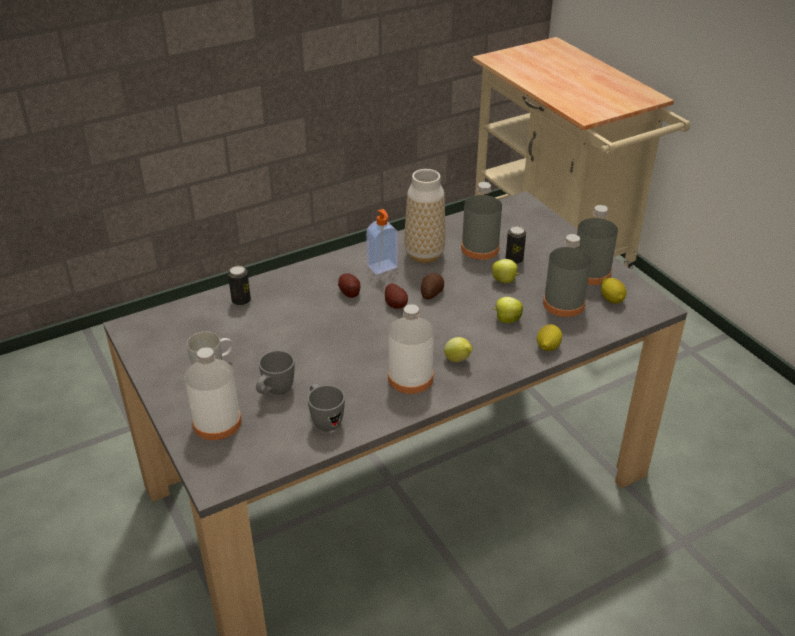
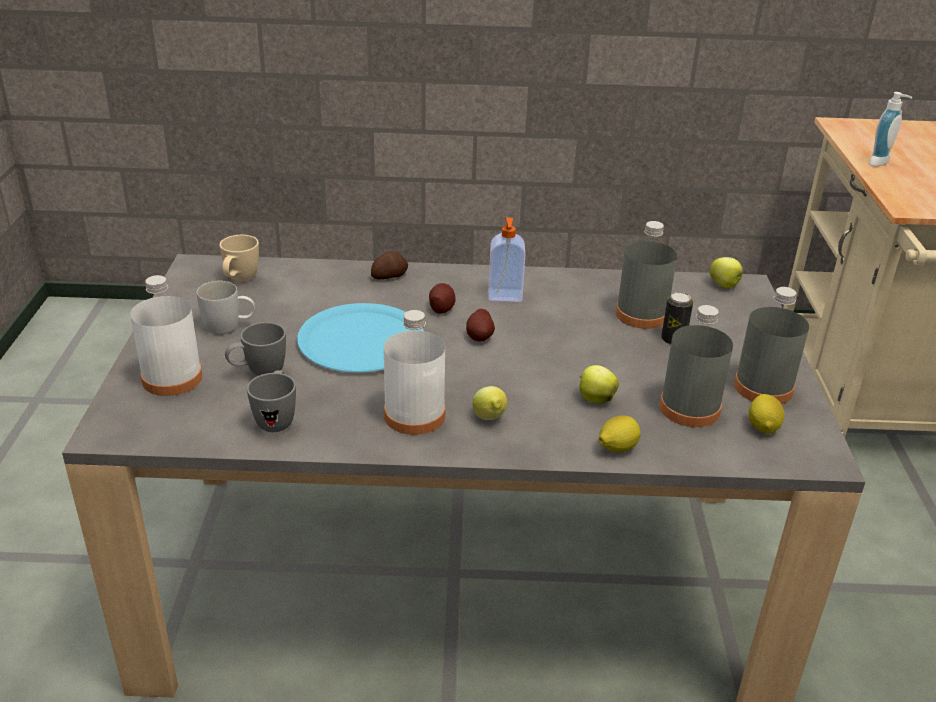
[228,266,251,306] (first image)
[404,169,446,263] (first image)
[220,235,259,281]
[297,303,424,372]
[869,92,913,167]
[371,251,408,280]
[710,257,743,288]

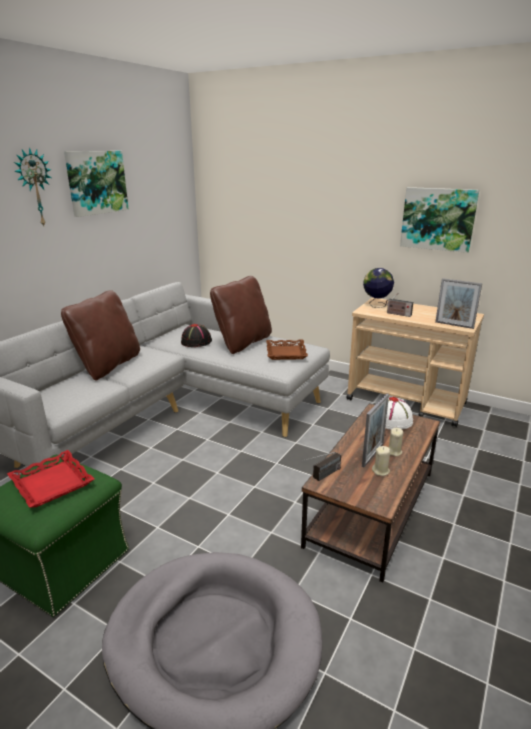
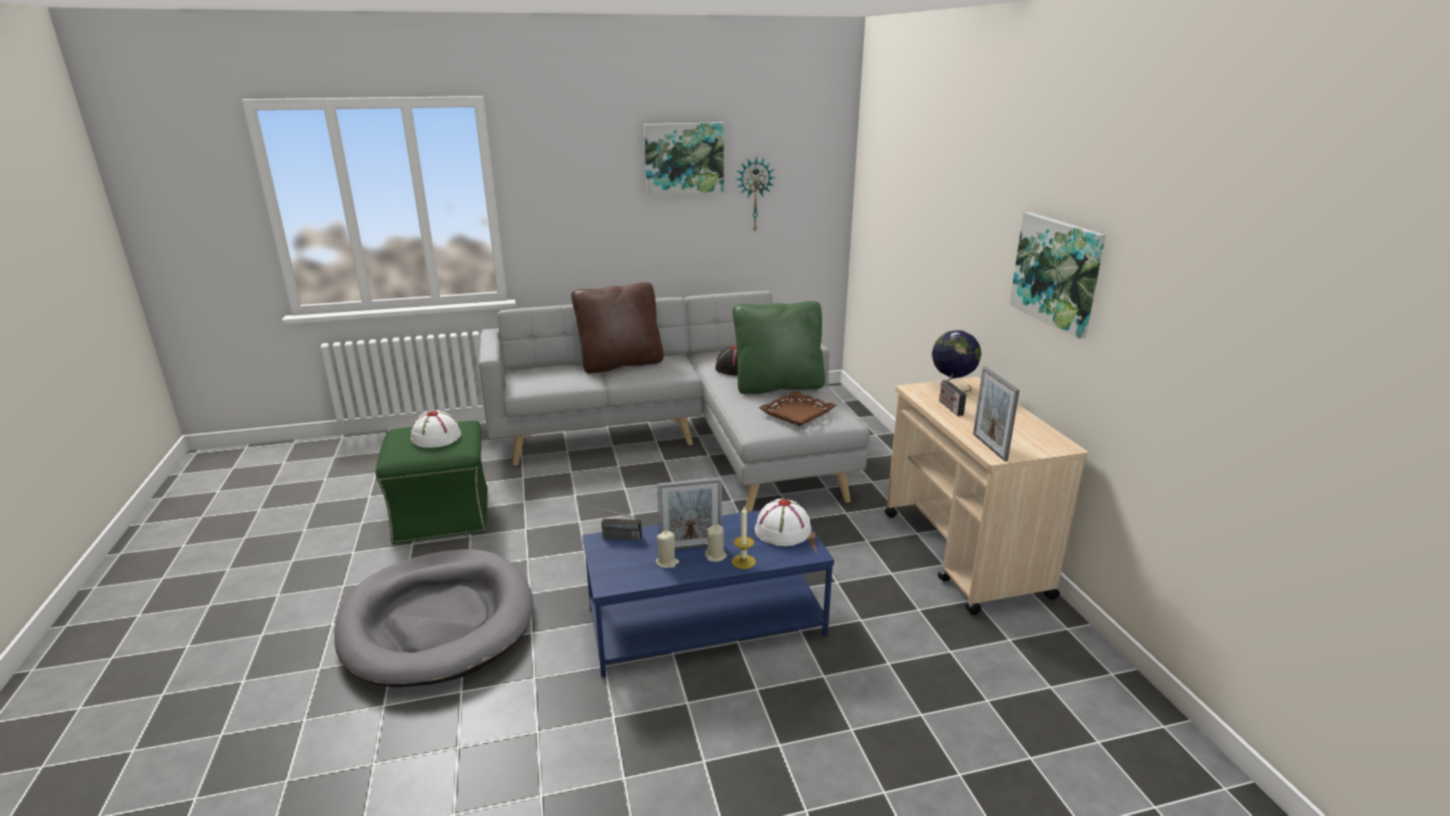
[732,507,756,569]
[737,157,776,231]
[411,411,462,448]
[733,301,825,394]
[582,510,834,677]

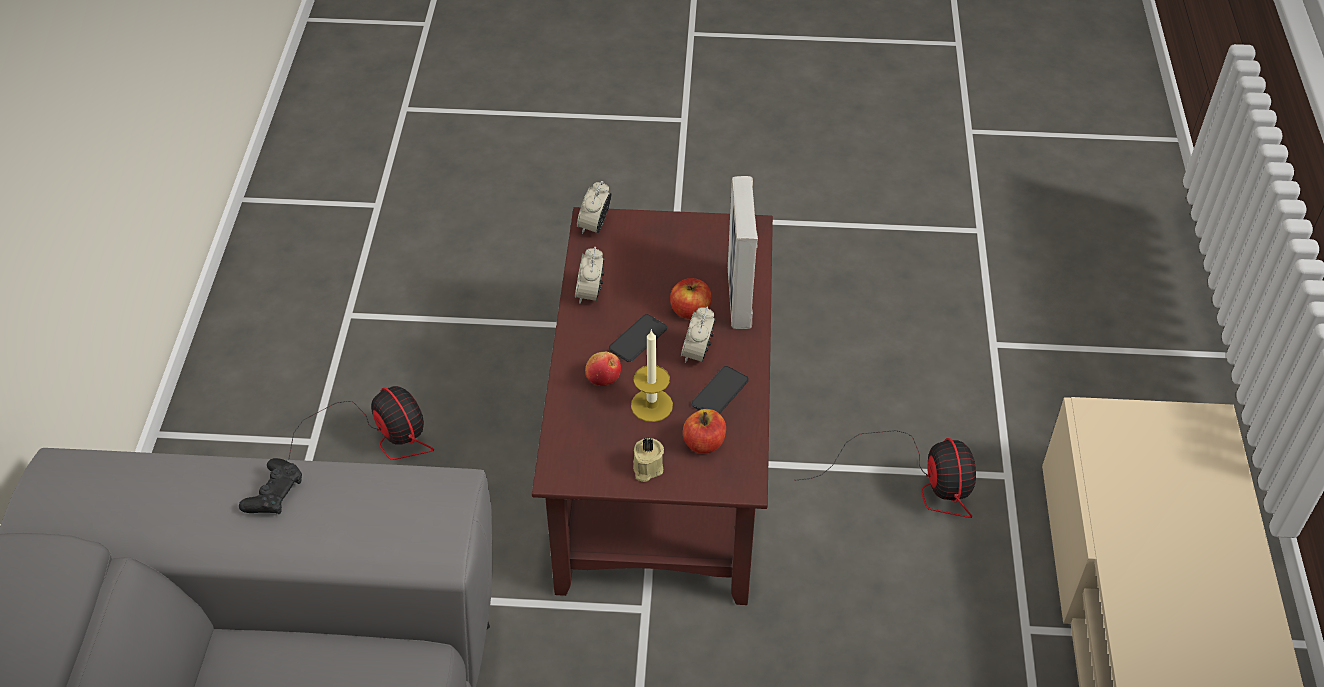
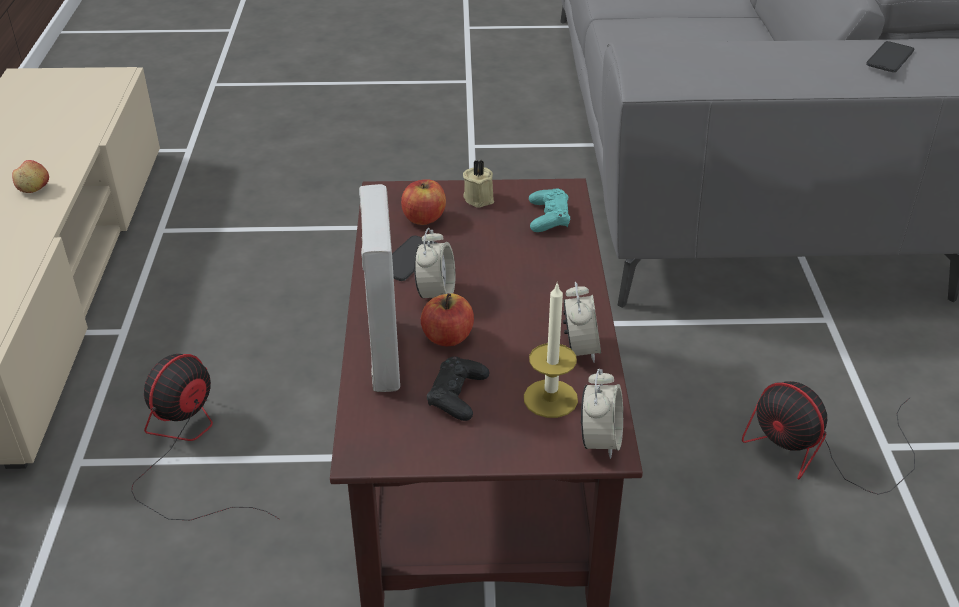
[529,188,570,232]
[427,357,489,421]
[12,160,49,193]
[866,41,914,72]
[524,282,578,418]
[131,354,280,520]

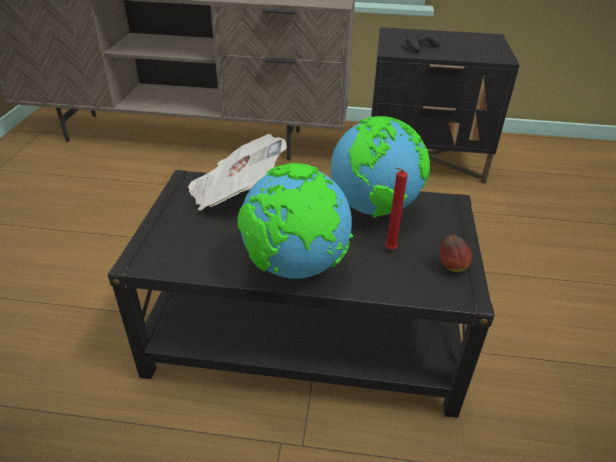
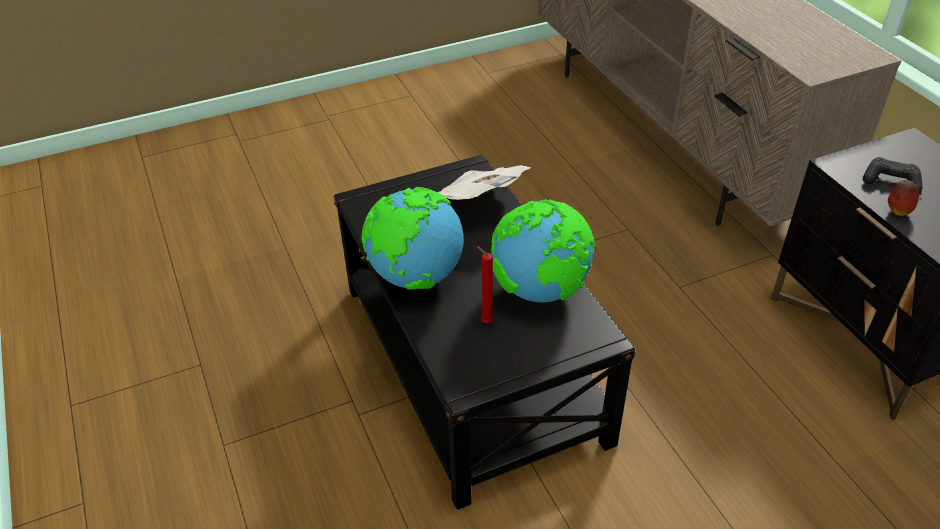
[888,180,919,216]

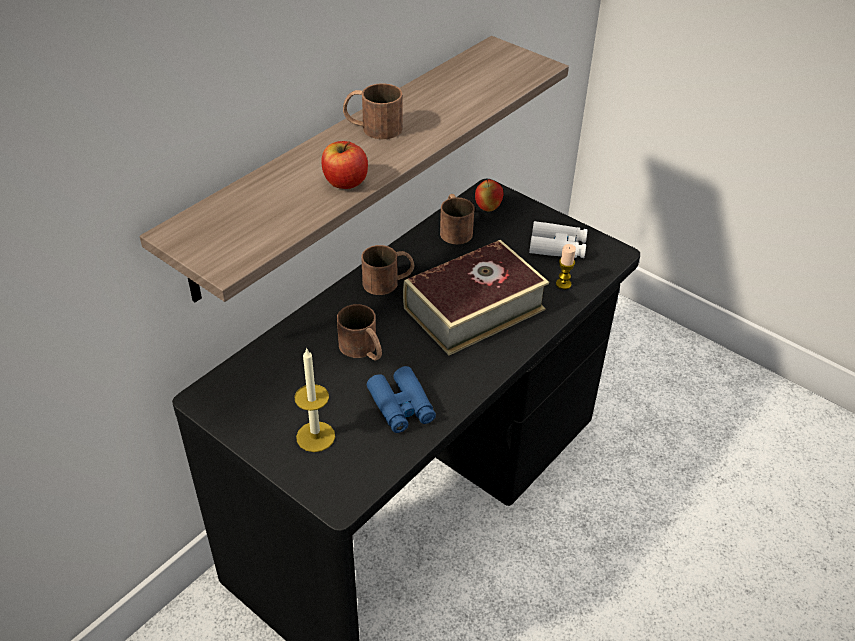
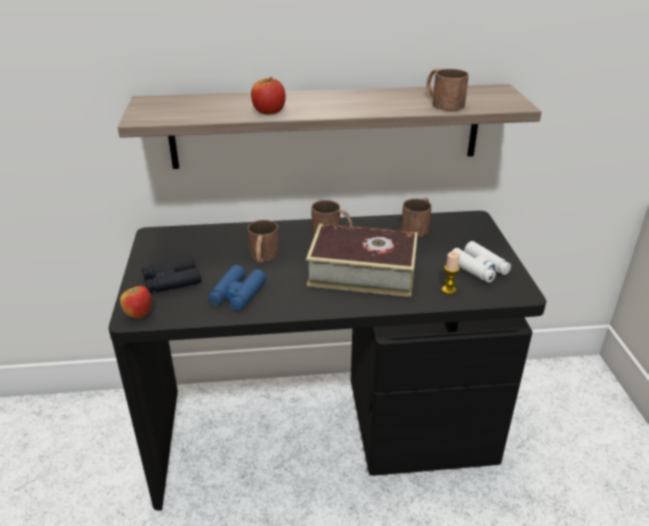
[426,69,469,111]
[120,284,152,319]
[142,256,201,293]

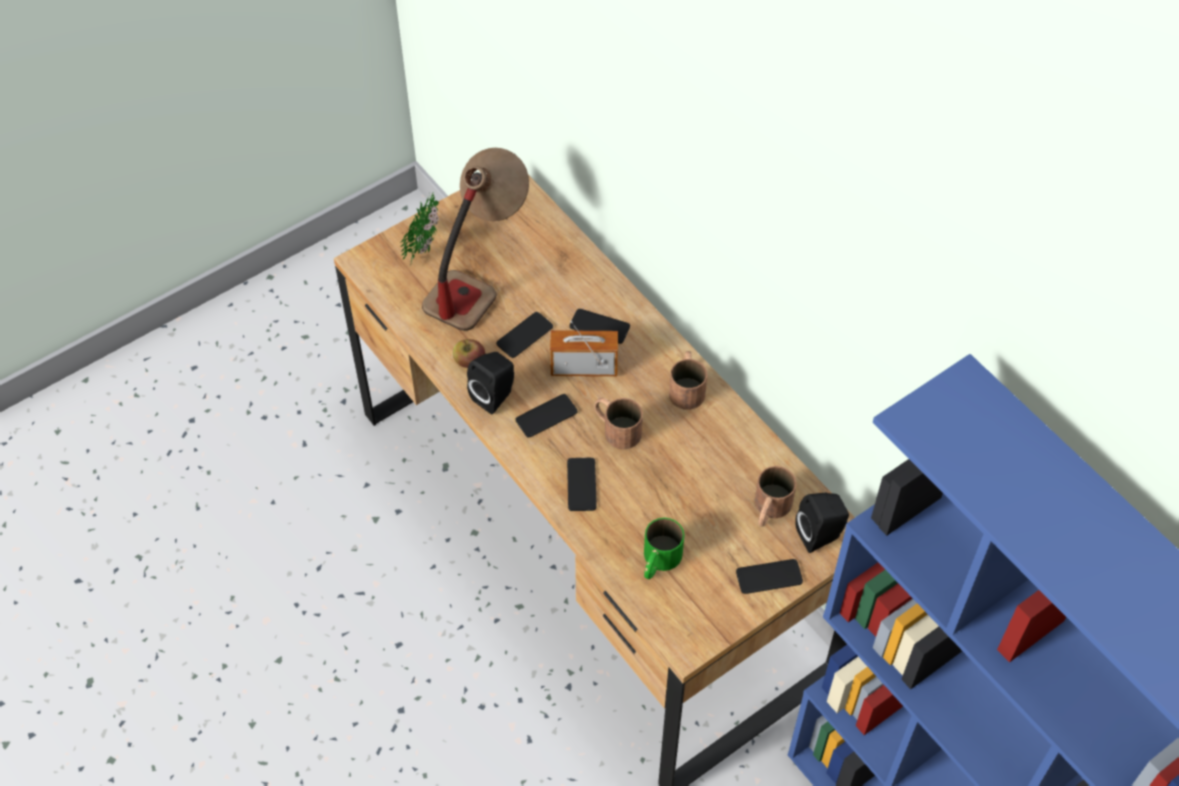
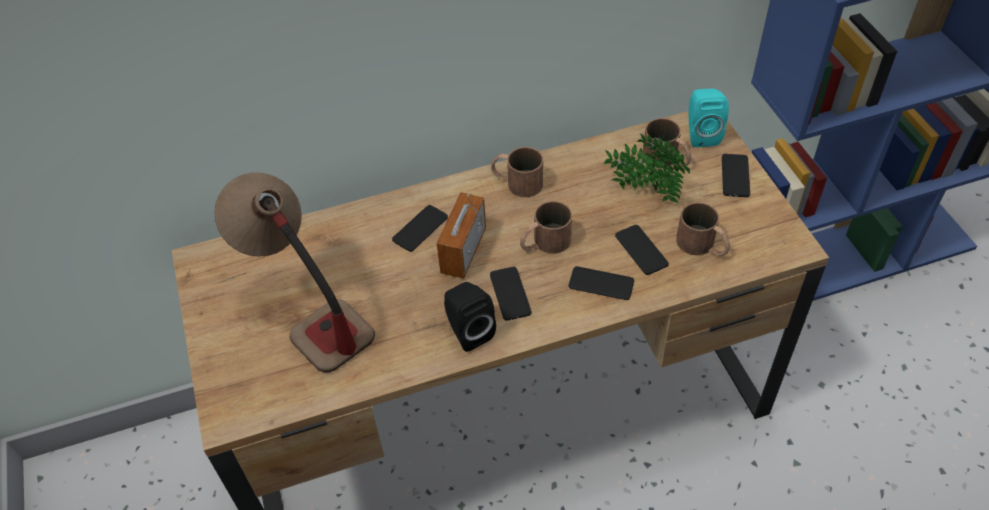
[453,339,485,368] (first image)
[604,134,690,204]
[615,225,669,275]
[676,202,730,256]
[689,88,729,147]

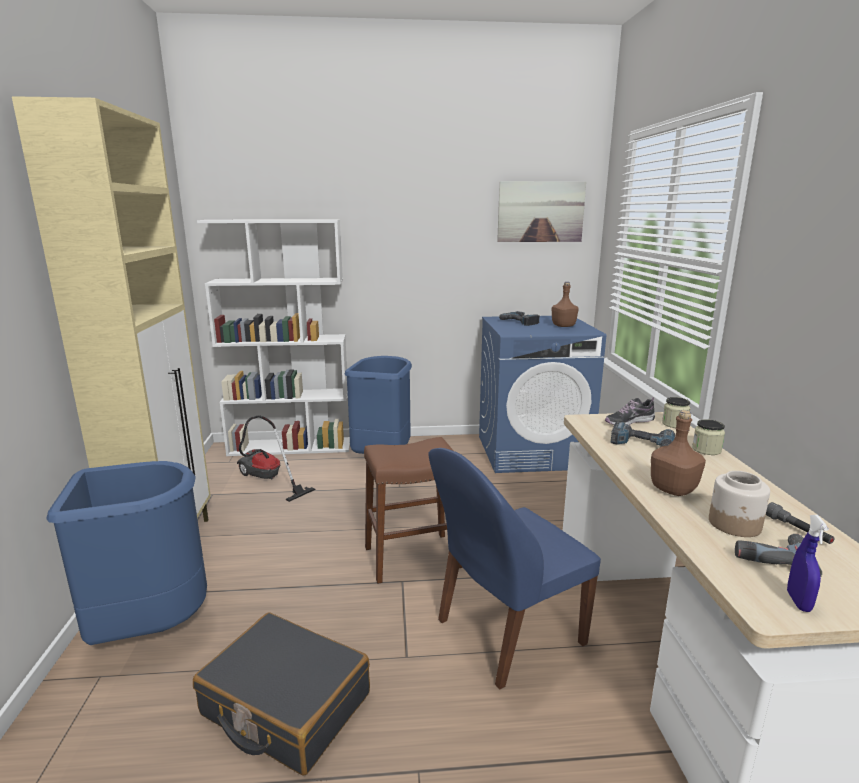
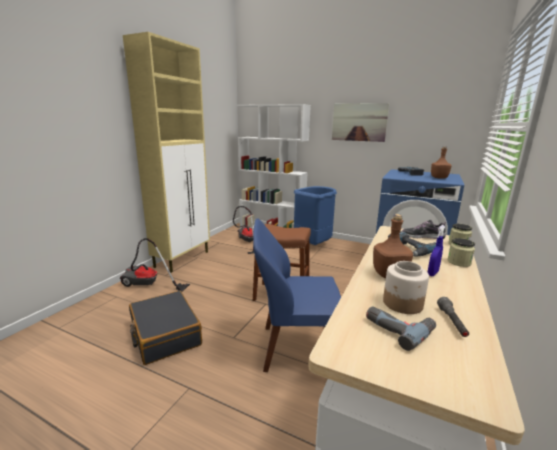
[332,103,389,142]
[428,225,445,276]
[120,238,190,292]

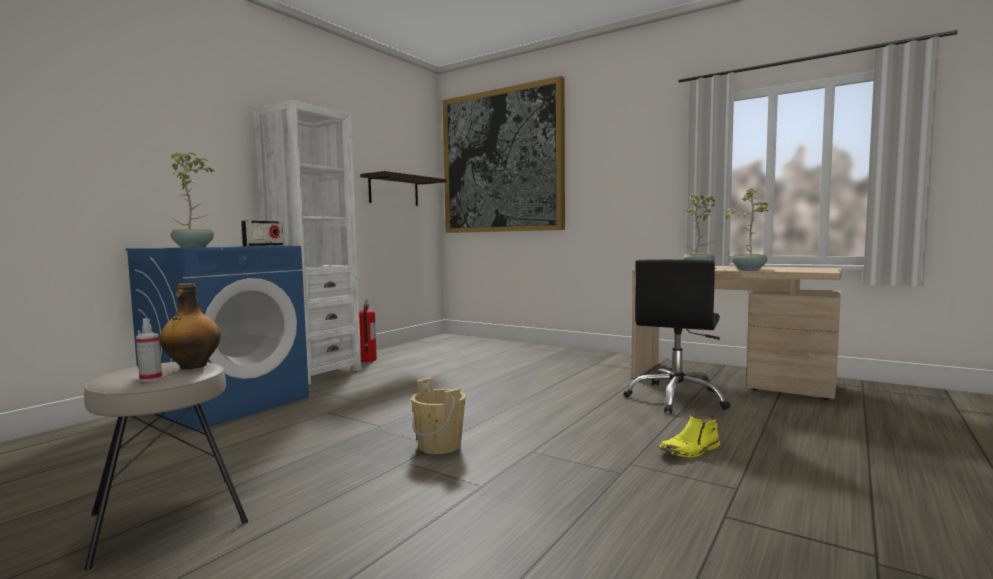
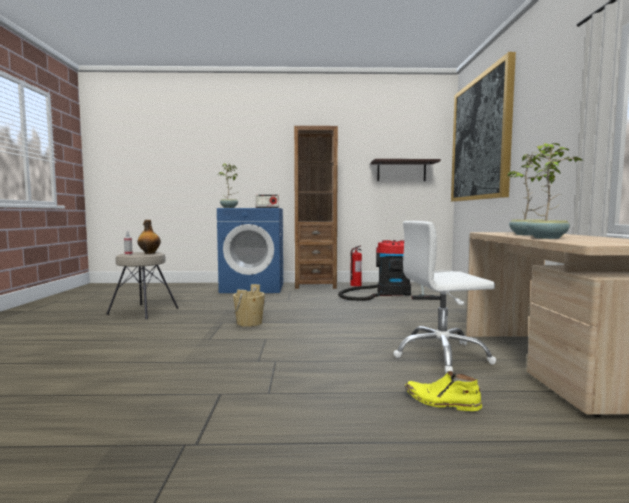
[338,240,441,301]
[405,371,482,411]
[294,126,338,289]
[393,221,496,374]

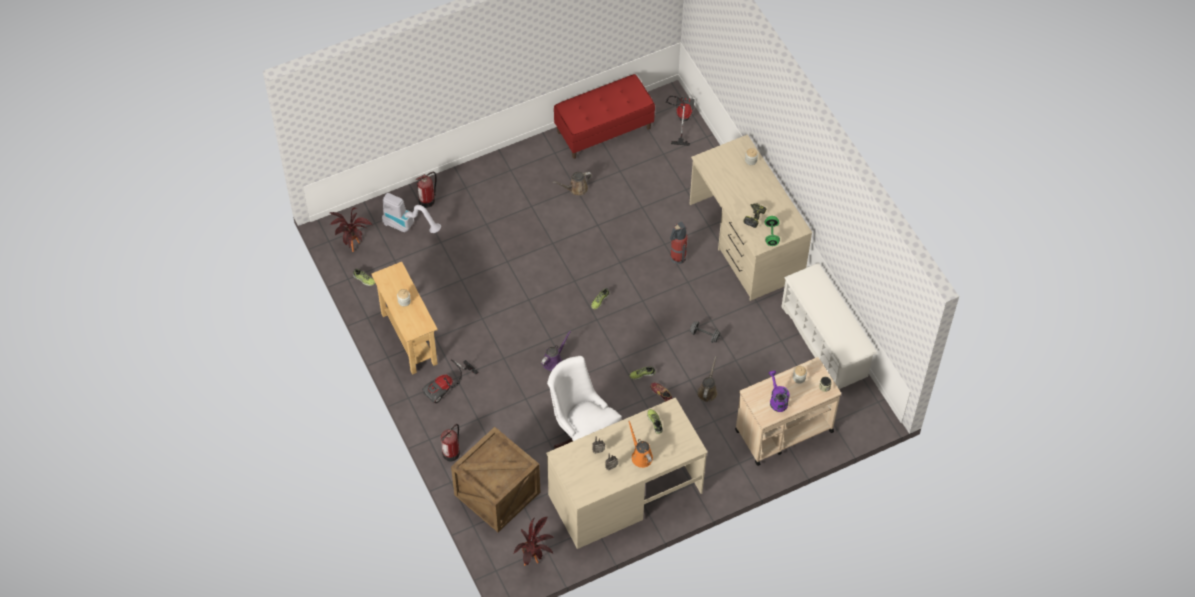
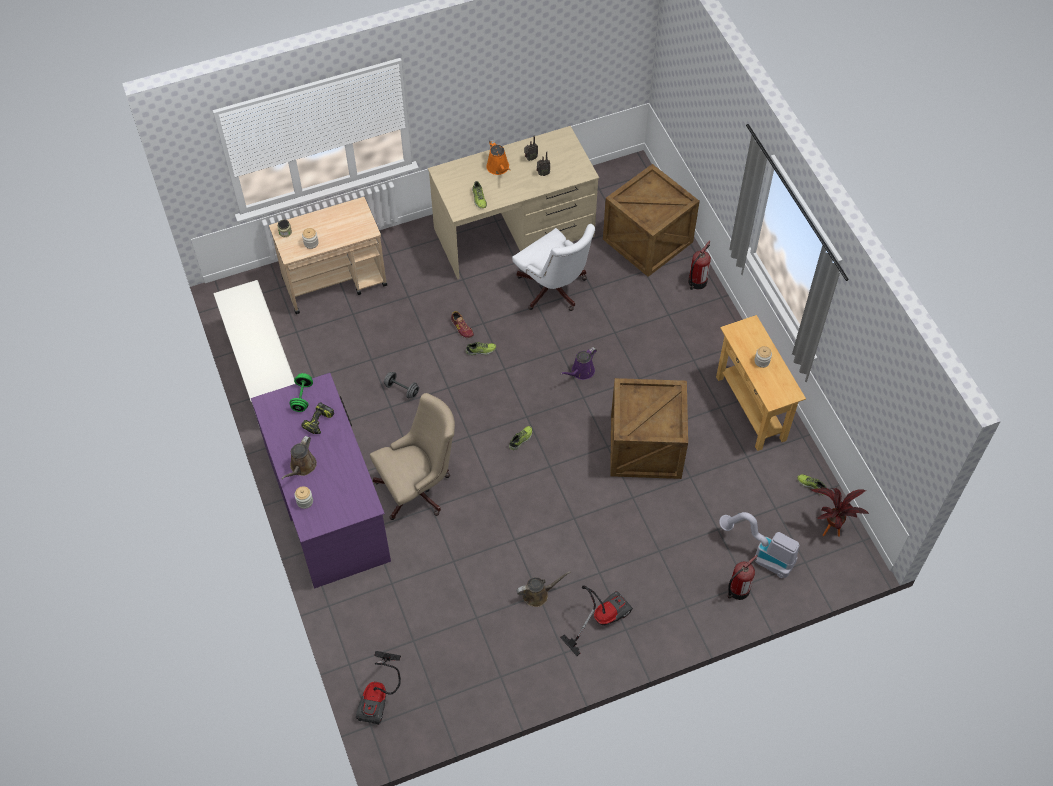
[513,517,555,566] (first image)
[554,74,655,159] (first image)
[768,371,790,412] (first image)
[610,378,688,479]
[560,585,633,656]
[281,436,317,480]
[370,393,455,520]
[251,373,391,589]

